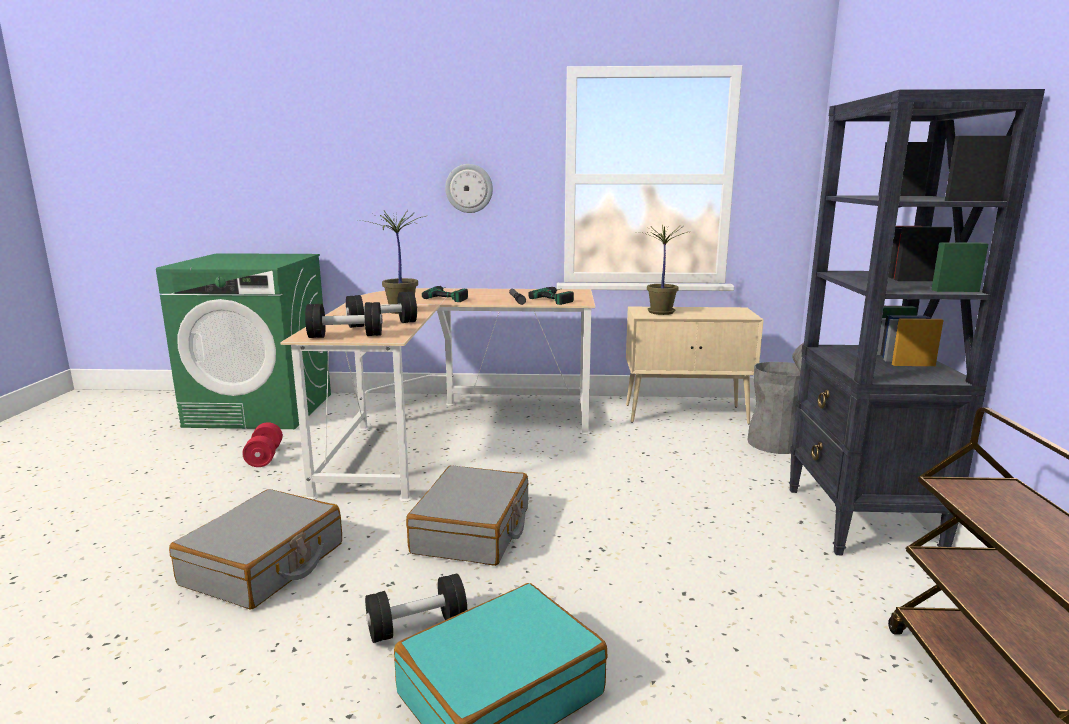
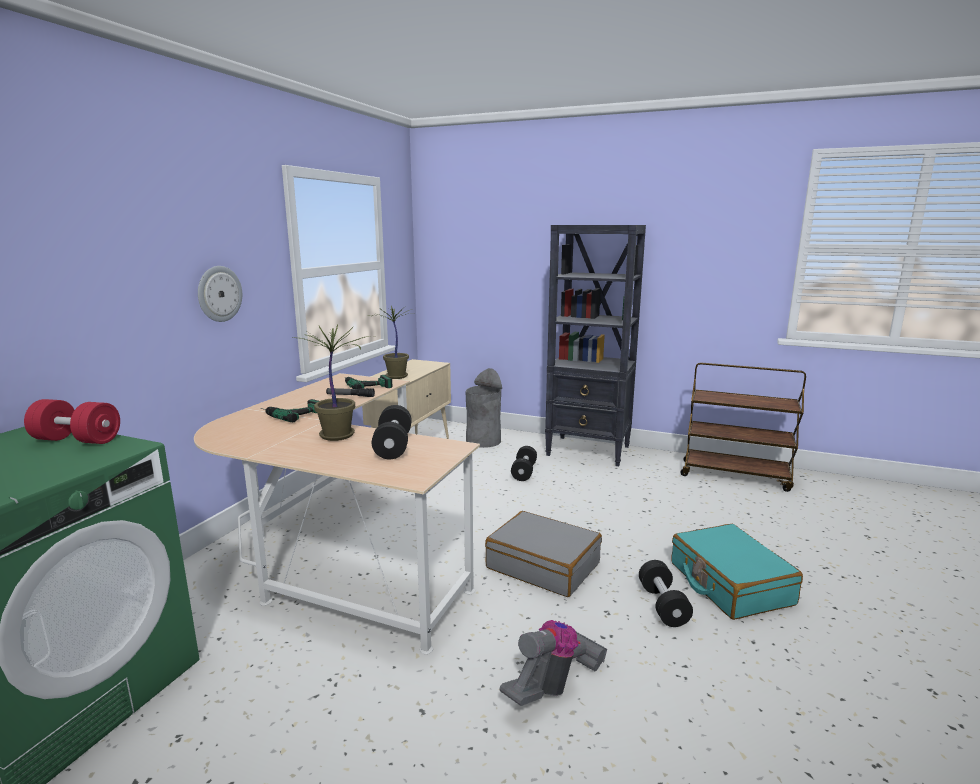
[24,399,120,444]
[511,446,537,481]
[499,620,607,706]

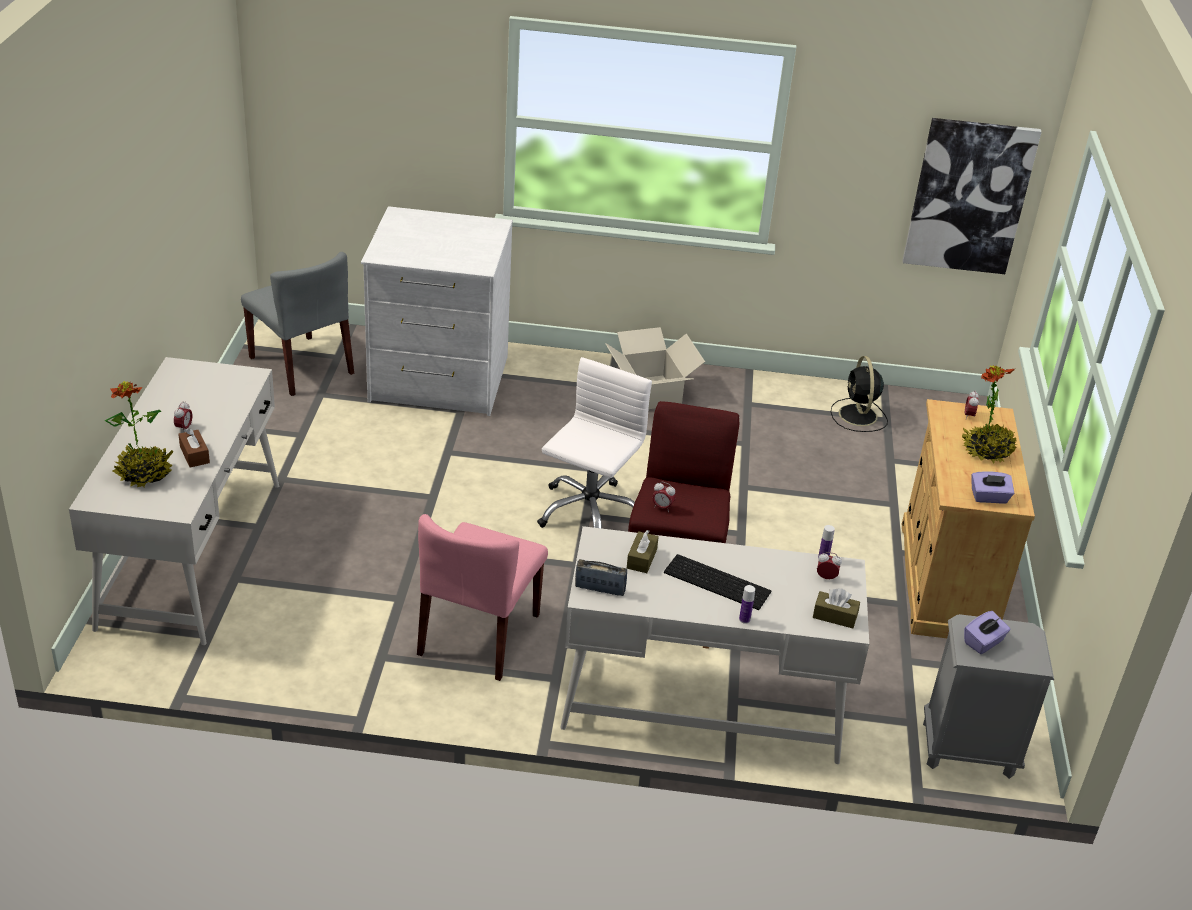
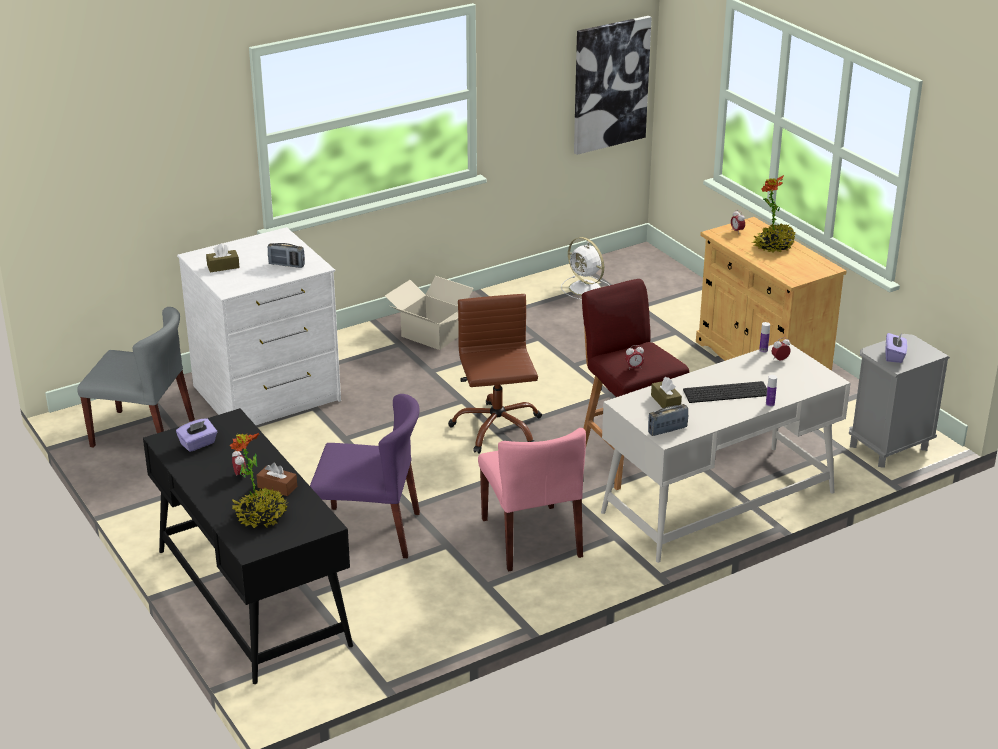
[268,243,305,268]
[310,394,420,558]
[206,243,240,273]
[176,418,217,452]
[143,408,353,684]
[448,294,542,454]
[561,237,610,300]

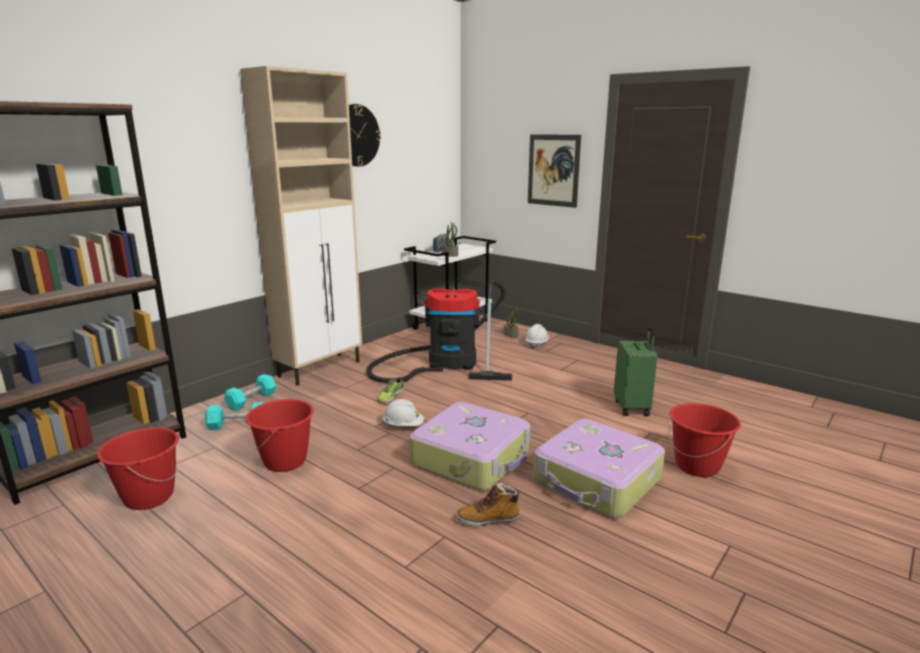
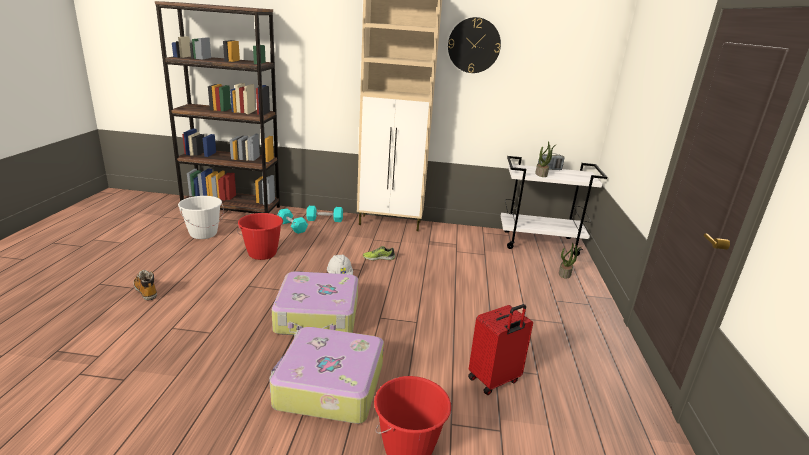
[366,280,512,383] (first image)
[525,324,549,349] (first image)
[528,134,581,208] (first image)
[133,270,157,301]
[178,196,224,239]
[468,304,533,395]

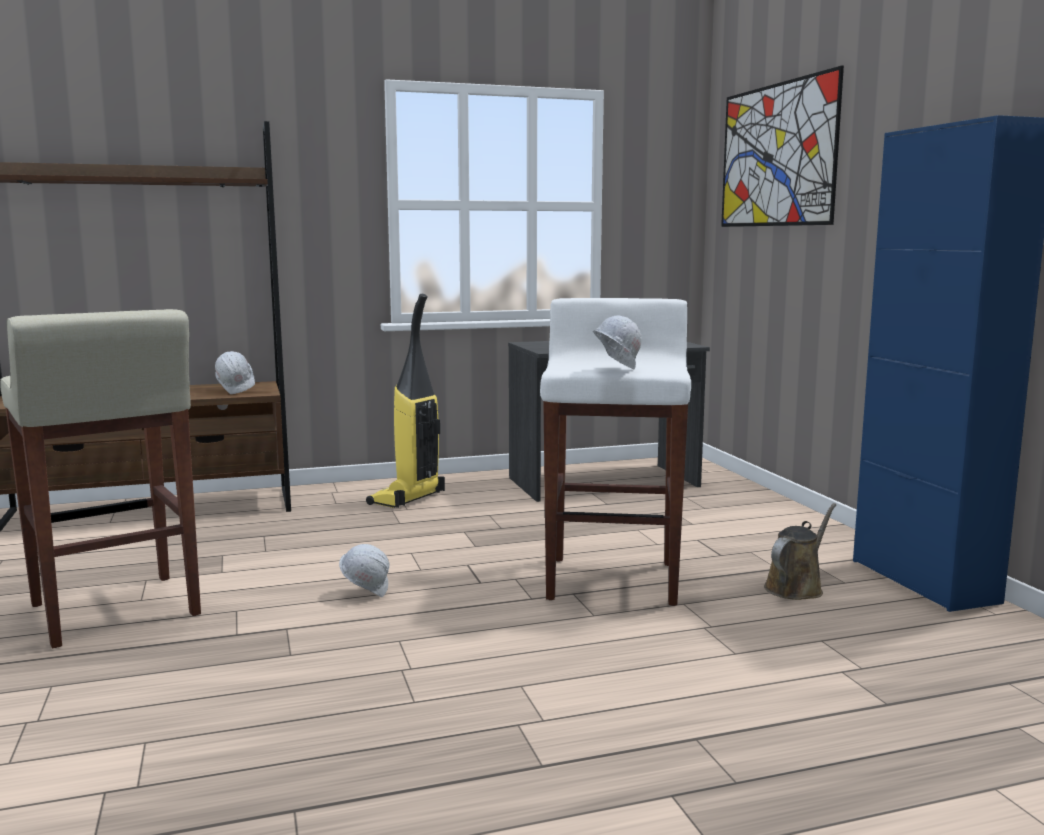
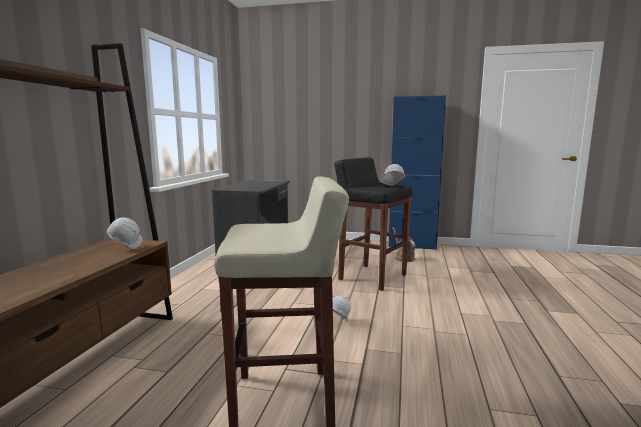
[366,294,445,508] (first image)
[721,66,844,227] (first image)
[334,157,413,291]

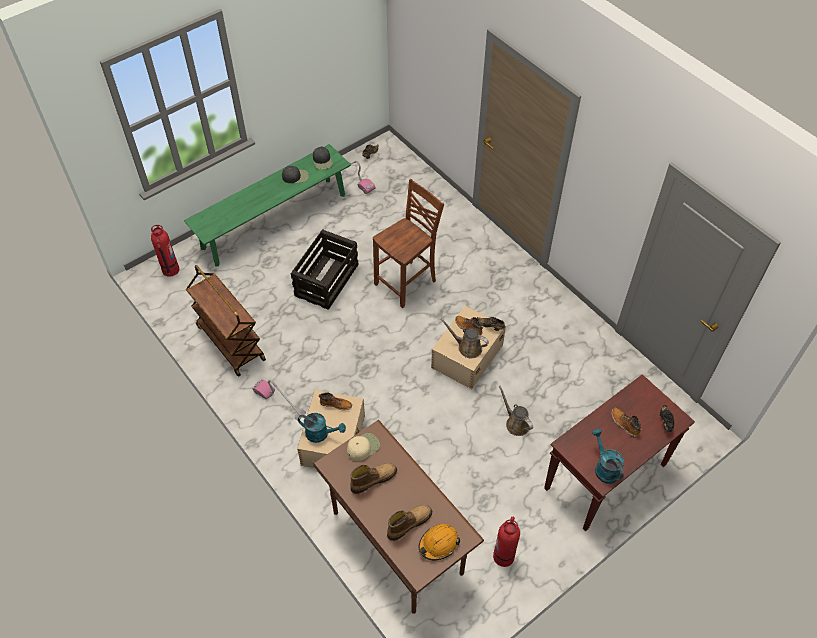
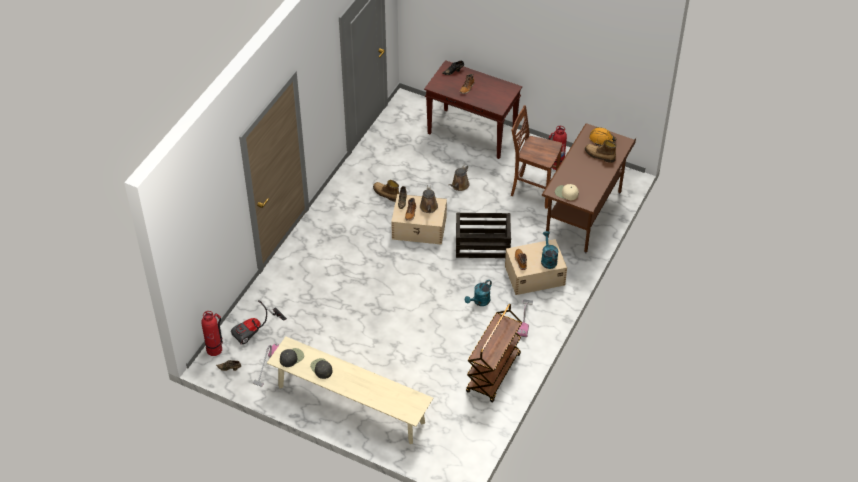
[231,300,287,344]
[201,311,223,356]
[456,213,511,258]
[373,180,399,202]
[511,105,562,209]
[465,280,492,306]
[267,336,433,444]

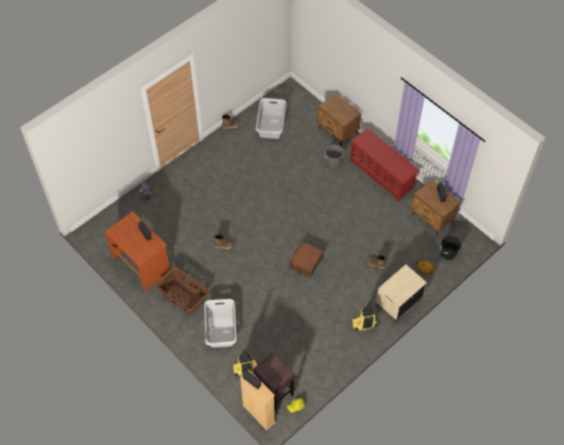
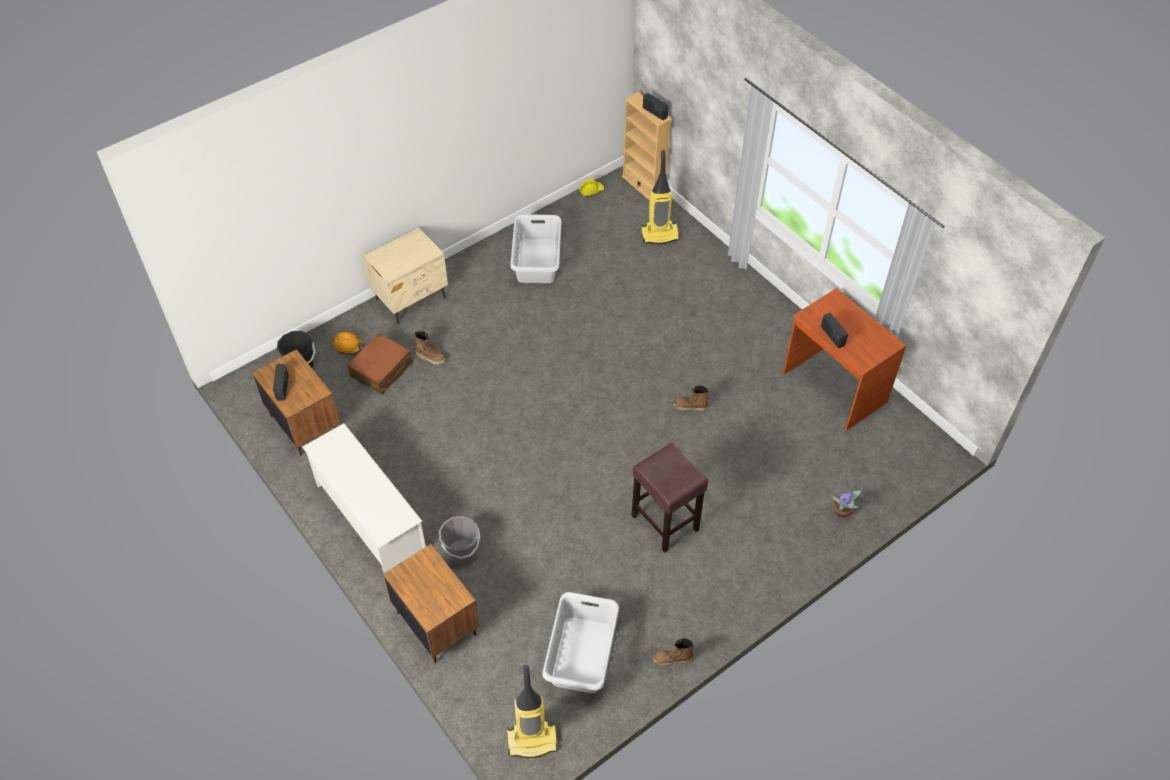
[156,267,209,314] (first image)
[510,214,562,283]
[631,443,708,553]
[347,333,413,395]
[507,665,558,758]
[302,423,426,573]

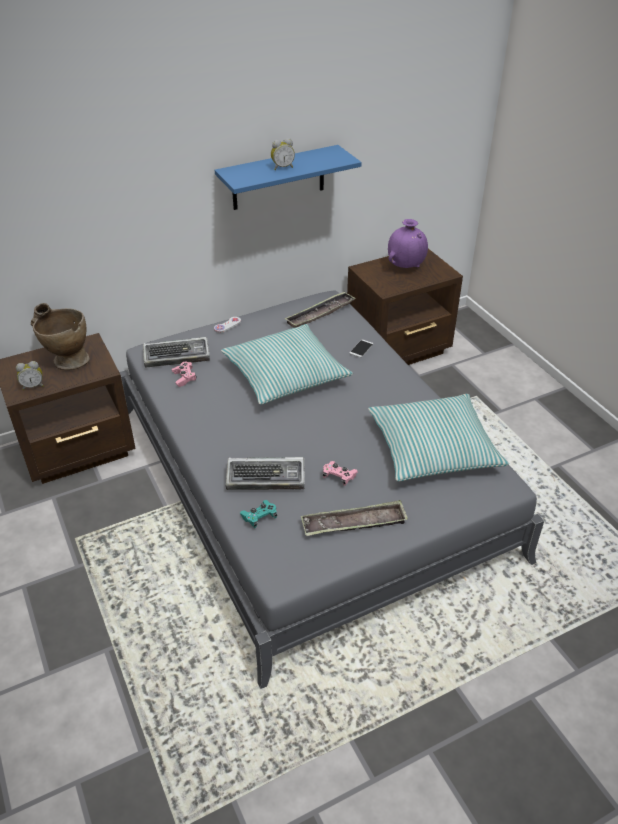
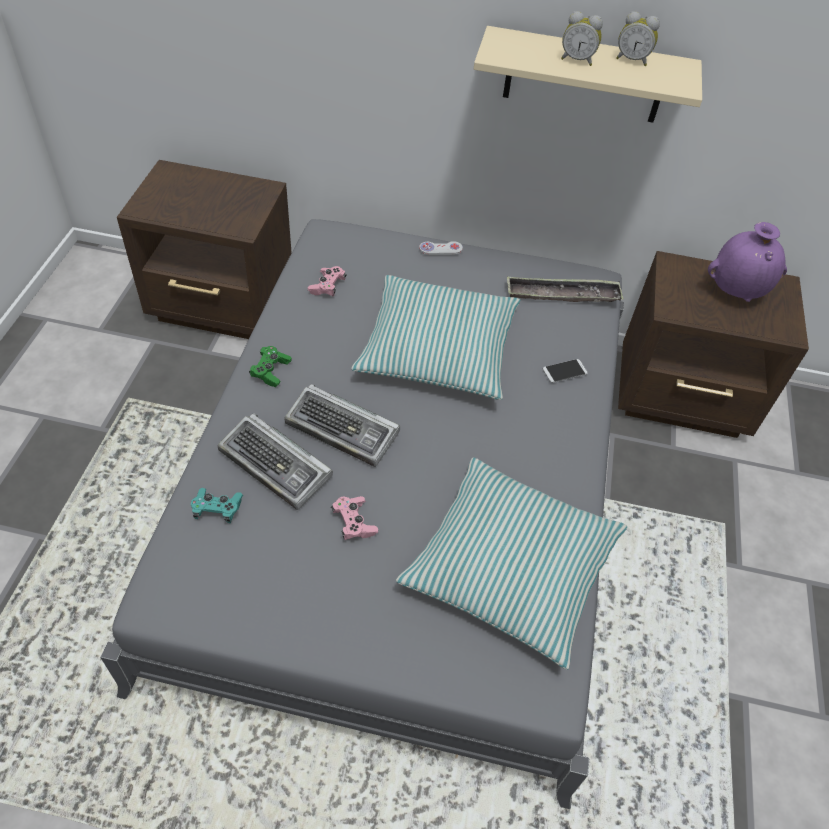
[31,303,90,370] (first image)
[301,500,408,536] (first image)
[249,346,292,387]
[616,11,660,66]
[284,384,400,467]
[474,26,702,122]

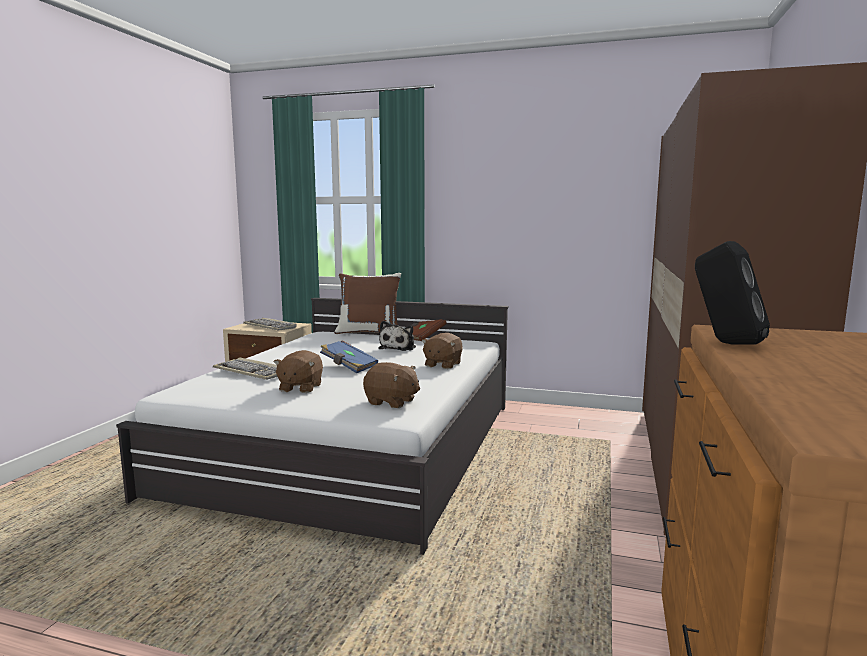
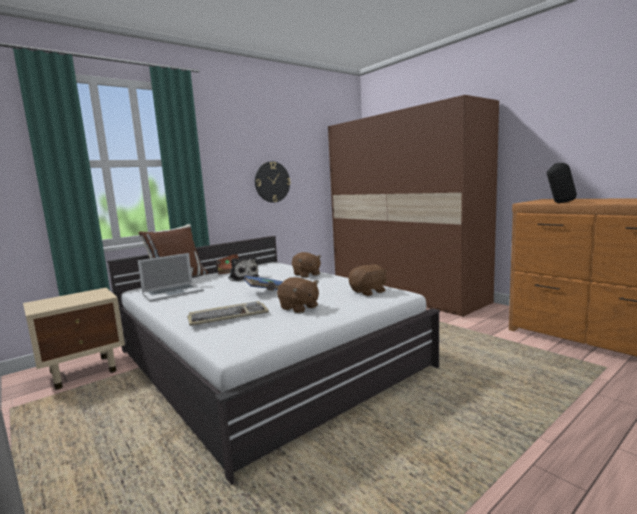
[243,318,297,330] (first image)
[137,253,204,302]
[255,161,291,203]

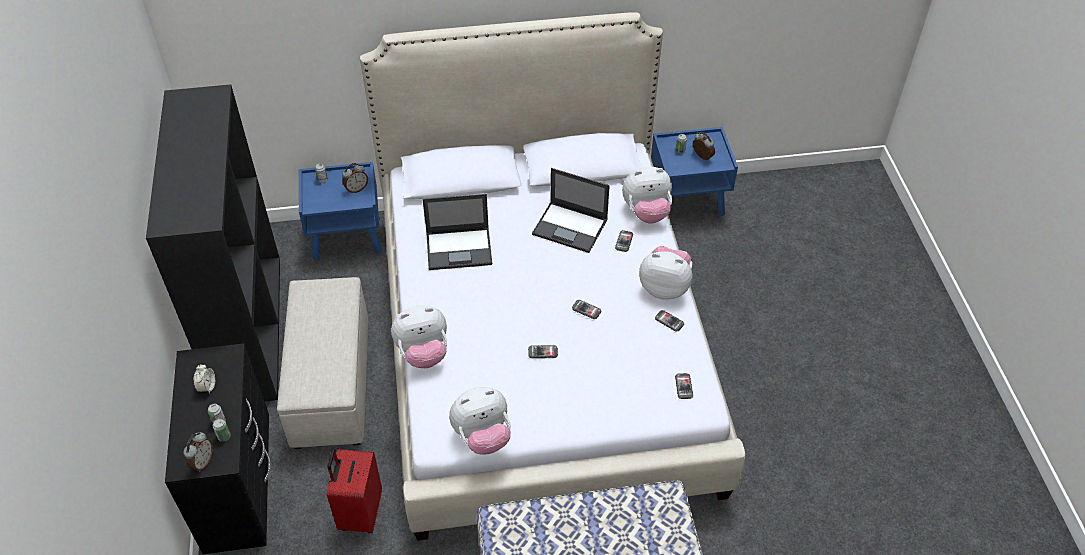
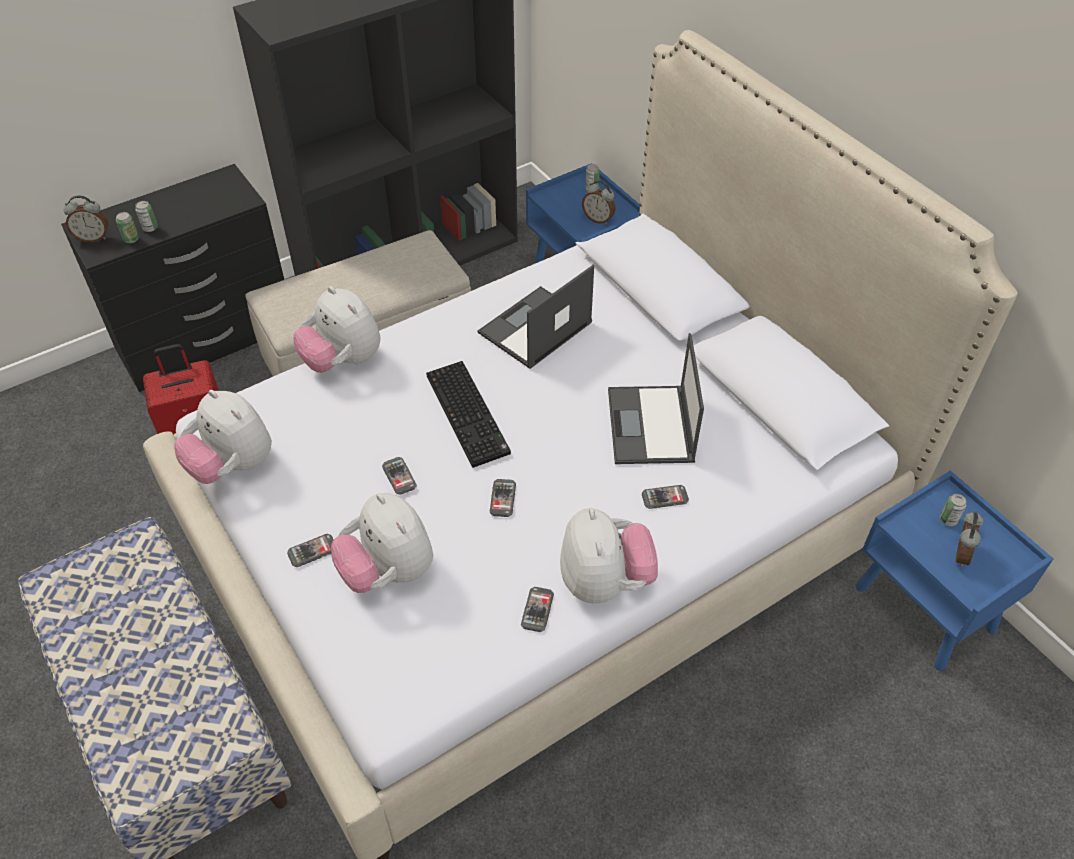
[193,364,215,394] (first image)
[426,361,511,468]
[331,493,433,593]
[287,534,334,567]
[478,265,594,369]

